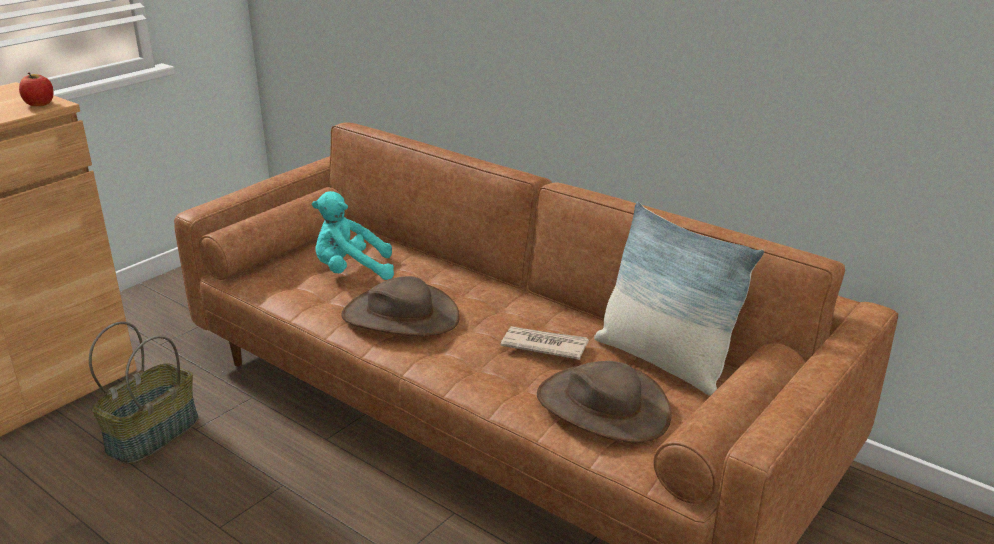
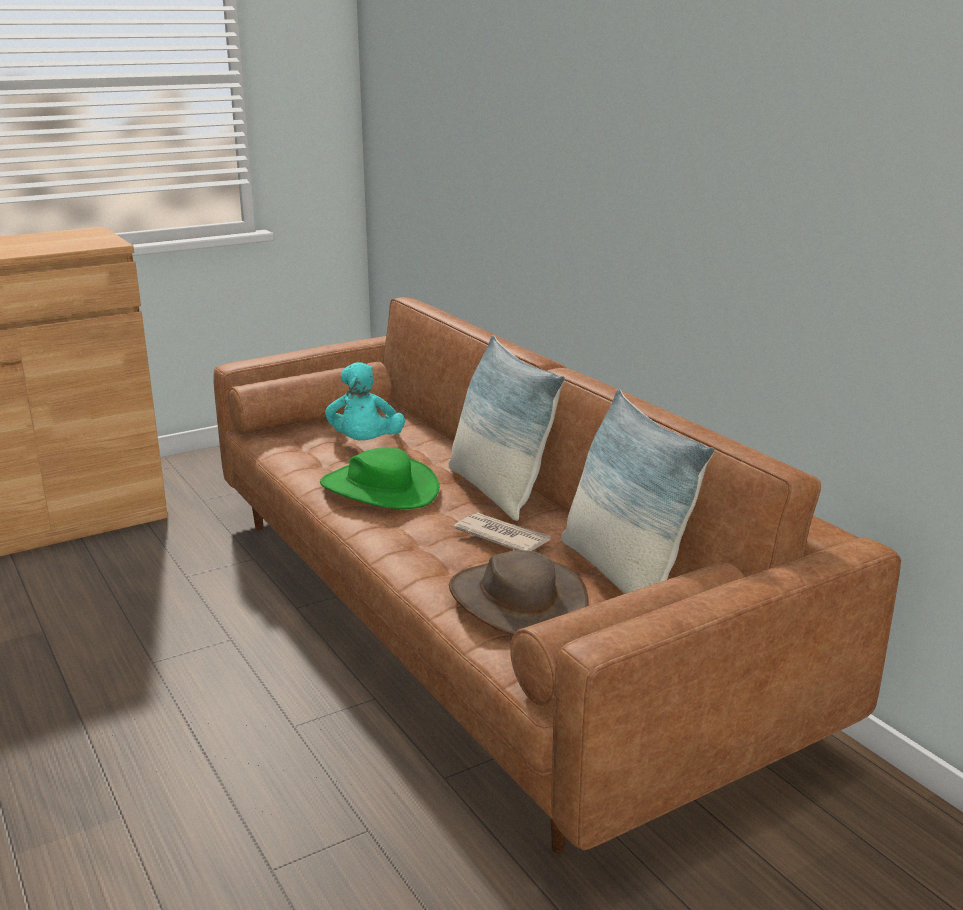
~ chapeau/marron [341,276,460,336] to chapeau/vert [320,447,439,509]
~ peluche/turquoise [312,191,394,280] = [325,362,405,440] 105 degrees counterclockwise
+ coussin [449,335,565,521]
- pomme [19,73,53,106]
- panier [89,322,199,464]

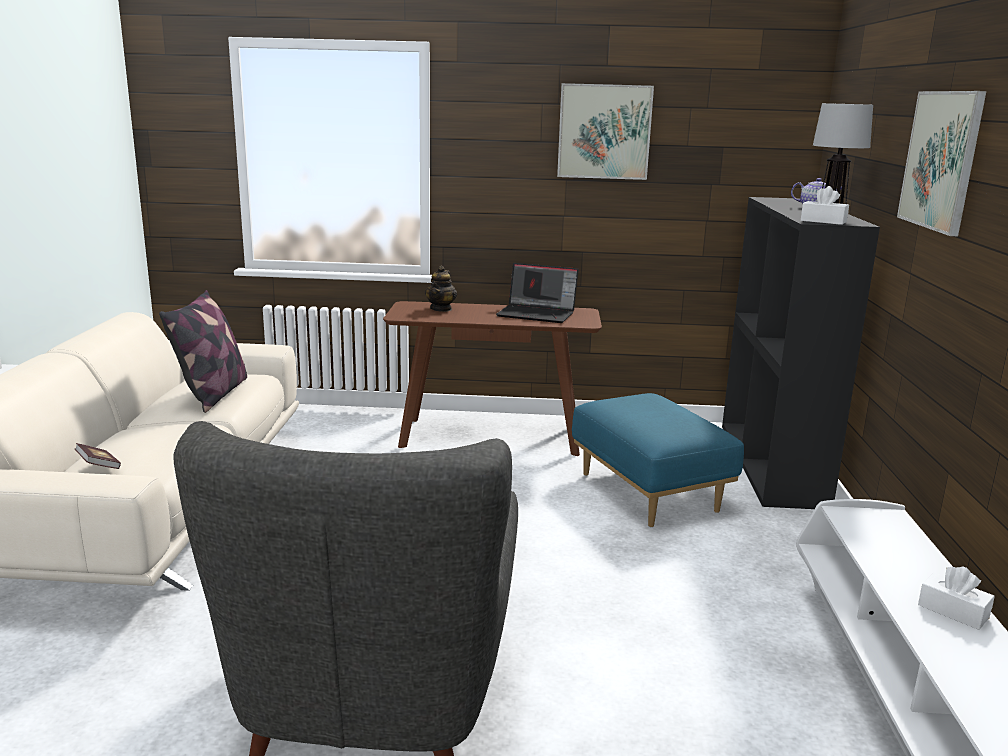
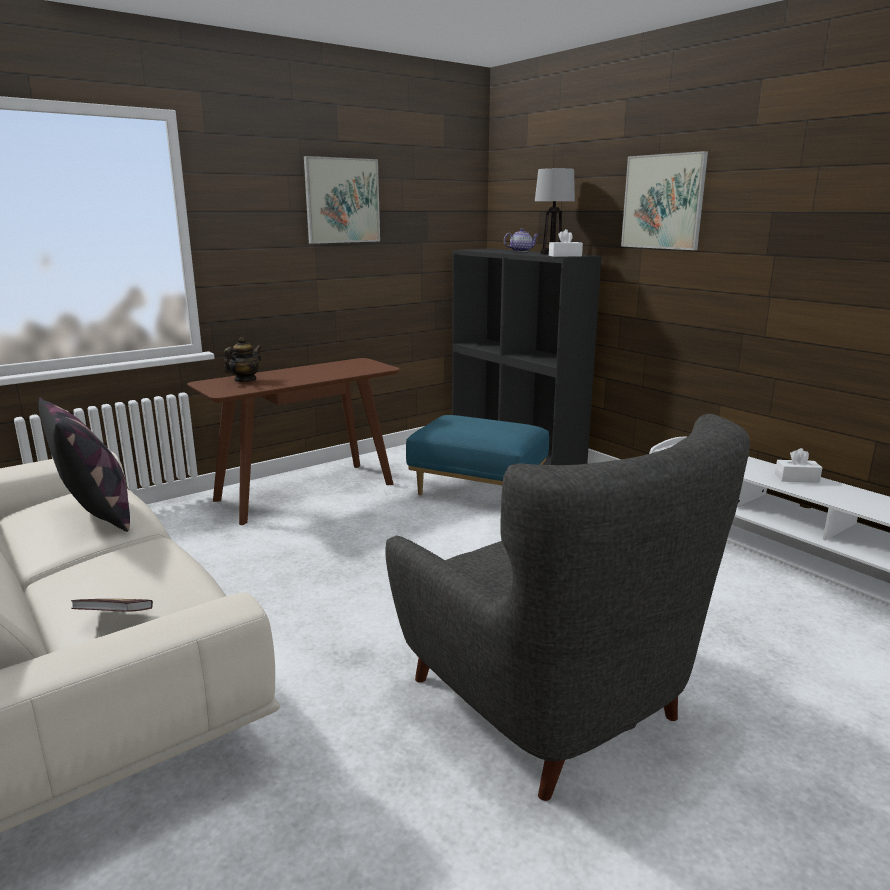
~ théière [425,266,457,312] = [224,337,262,382] 120 degrees counterclockwise
- ordinateur portable [496,263,579,323]

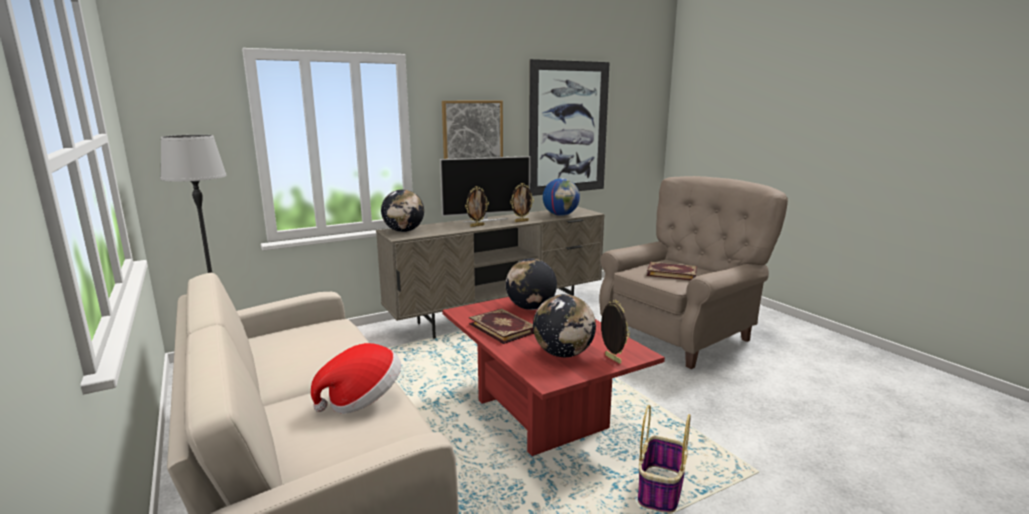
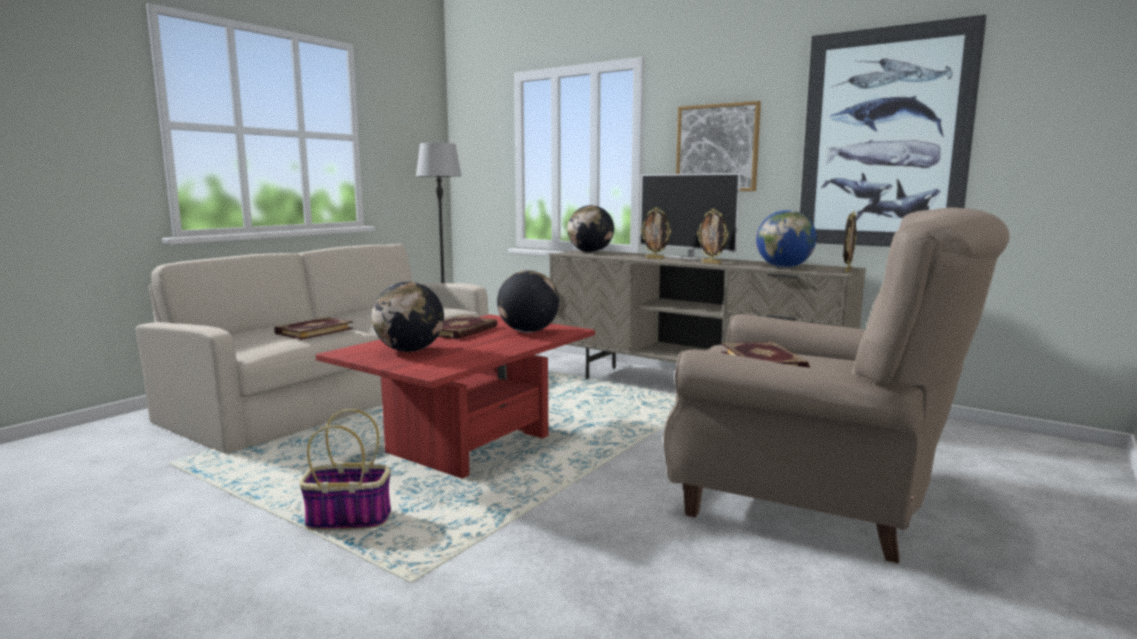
~ chapeau [311,343,401,414] to livre [274,317,354,340]
~ cadre photo [601,300,630,364] to [843,211,857,273]

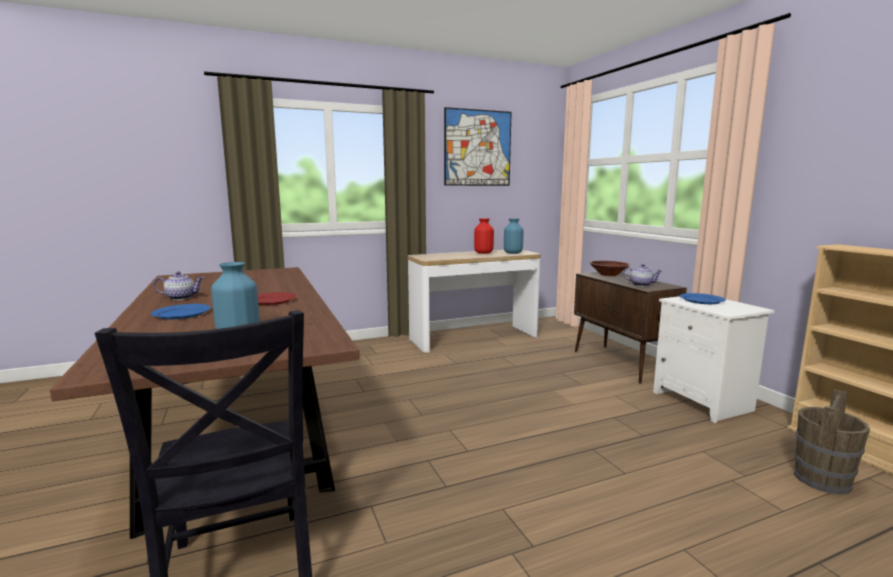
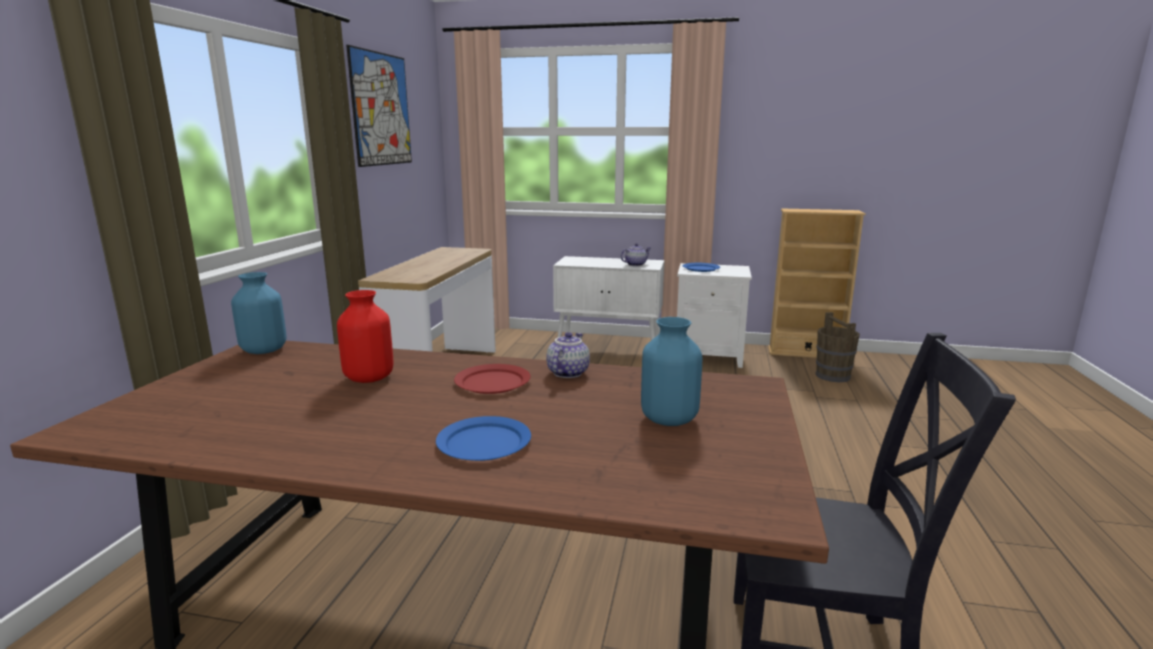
~ vase/bleu [504,218,524,254] to [231,272,286,354]
~ vase/rouge [474,218,494,254] to [337,290,393,383]
~ théière [154,271,204,300] to [546,332,590,378]
~ meuble de rangement/marron [574,272,687,384] to meuble de rangement/blanc [553,256,664,340]
- bol/marron [590,261,630,276]

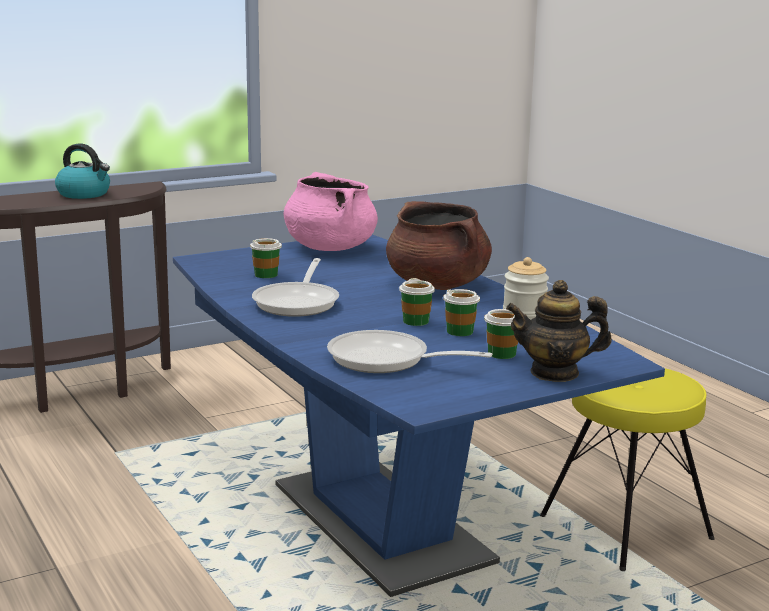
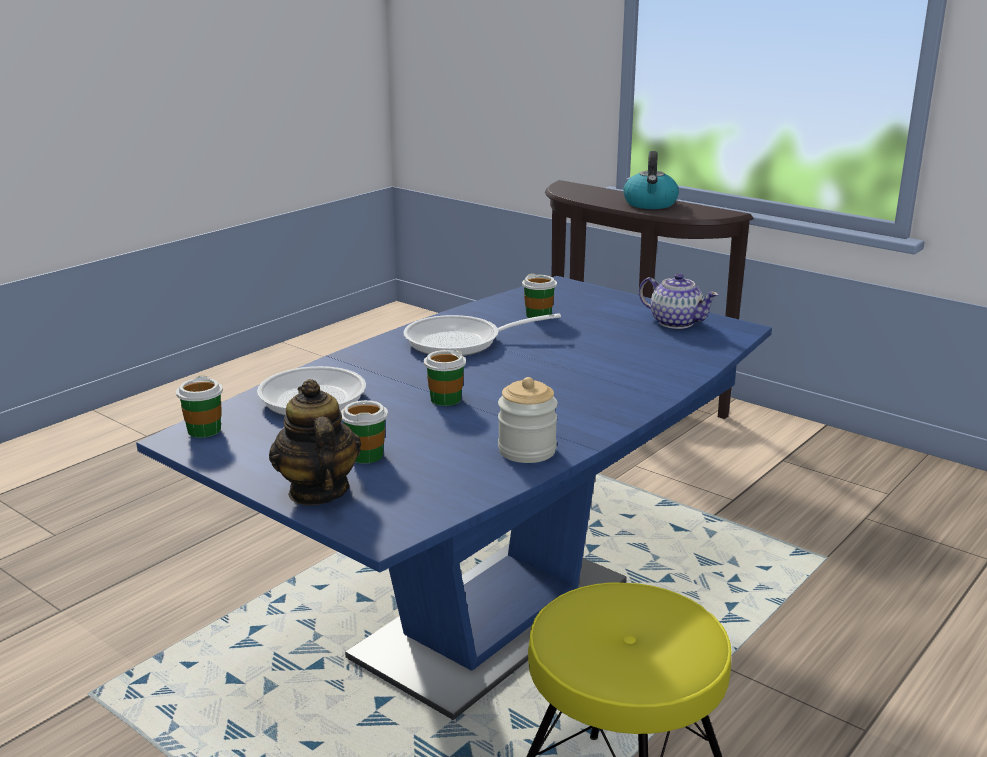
~ tasse [443,289,480,336] to [176,376,223,438]
~ marmite/rose [283,172,378,251] to théière [639,273,719,329]
- marmite/marron [386,201,492,290]

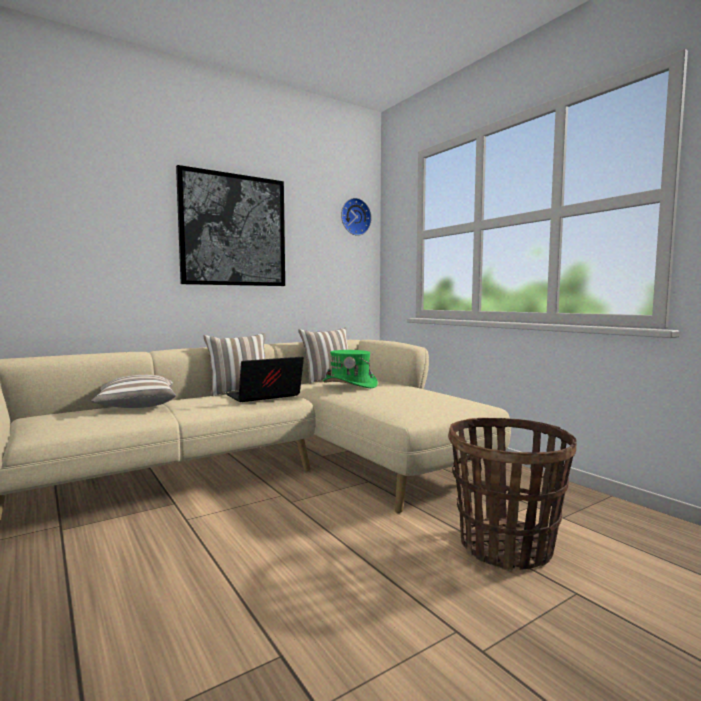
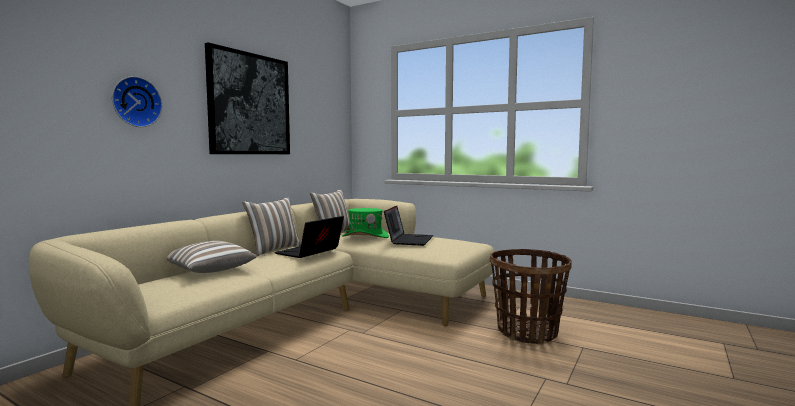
~ horloge murale [341,198,372,236] to [112,76,162,127]
+ ordinateur portable [384,206,433,246]

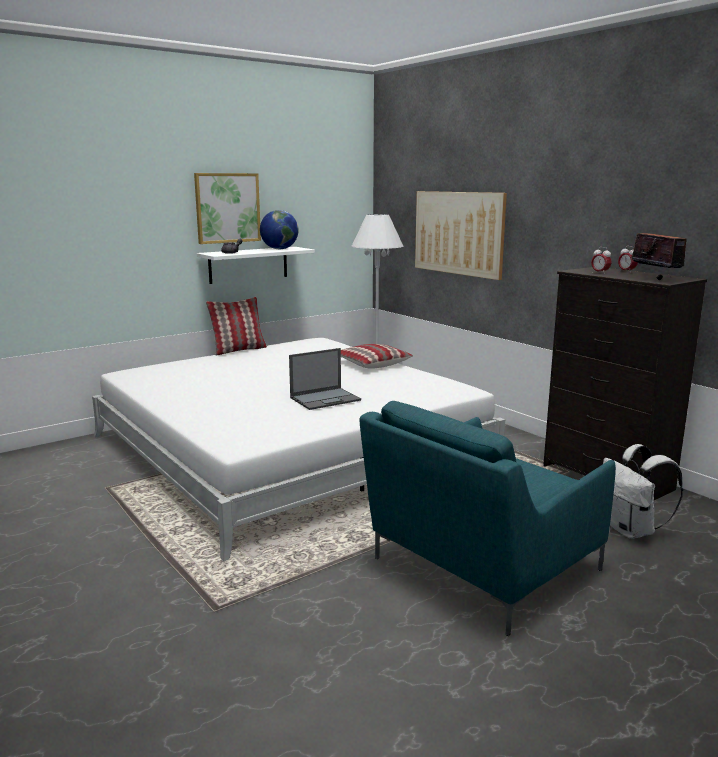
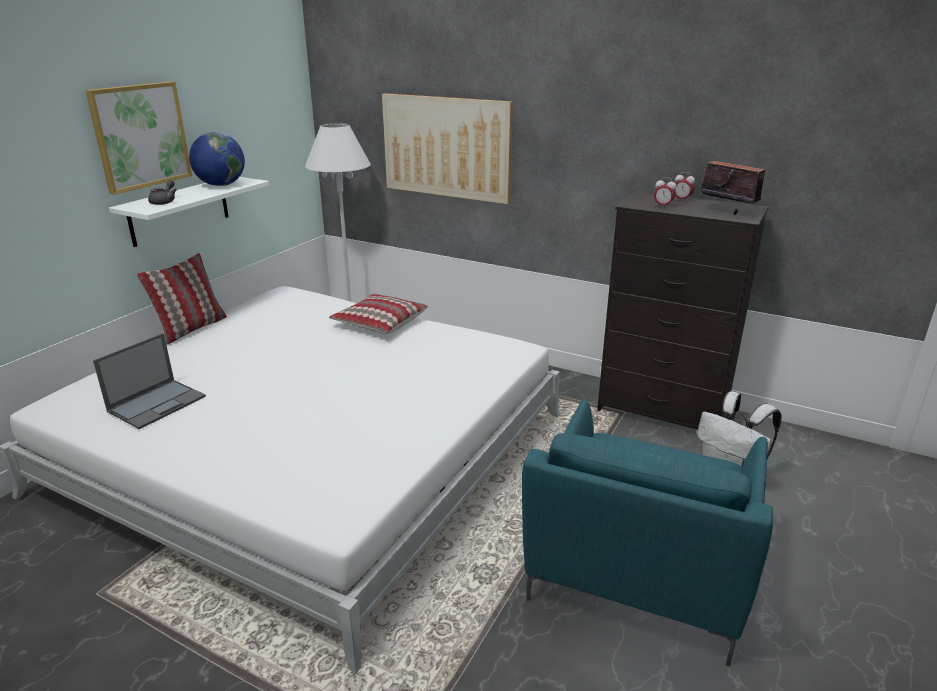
~ ordinateur portable [289,348,361,410] to [93,333,206,429]

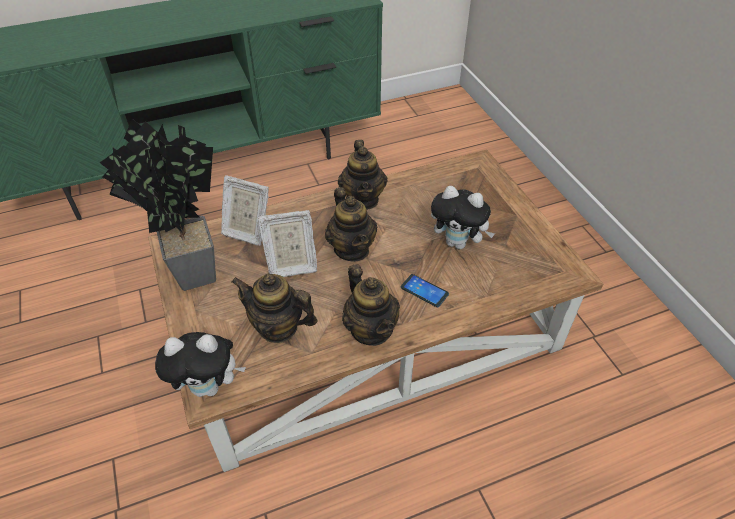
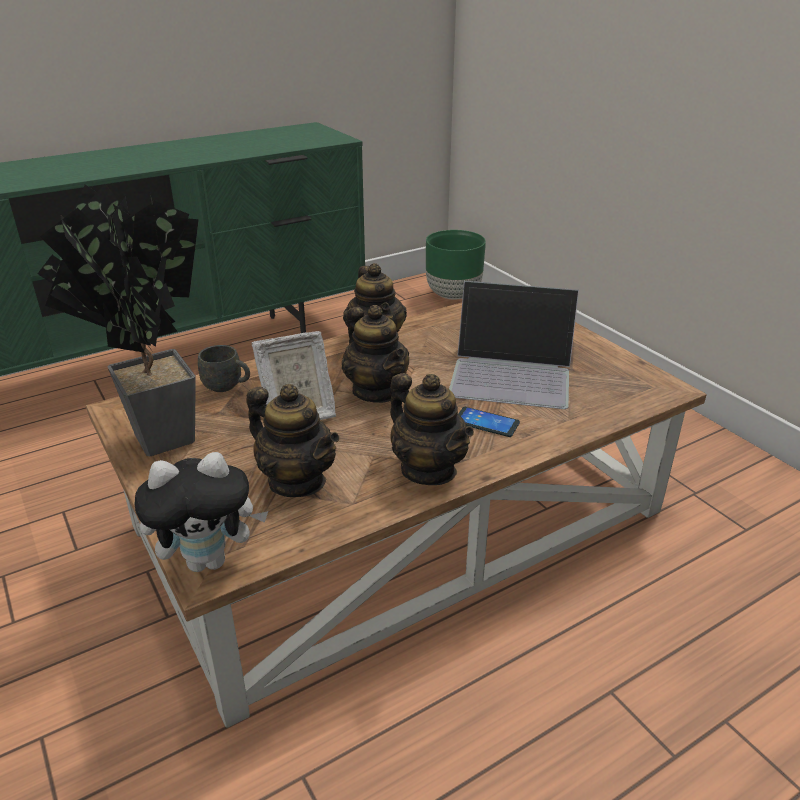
~ cadre photo [221,175,269,245] to mug/gris [198,345,250,392]
~ théière [231,273,318,343] = [246,384,339,497] 150 degrees counterclockwise
+ cache-pot/vert [426,230,486,300]
~ peluche [431,186,495,249] to ordinateur portable [449,281,579,409]

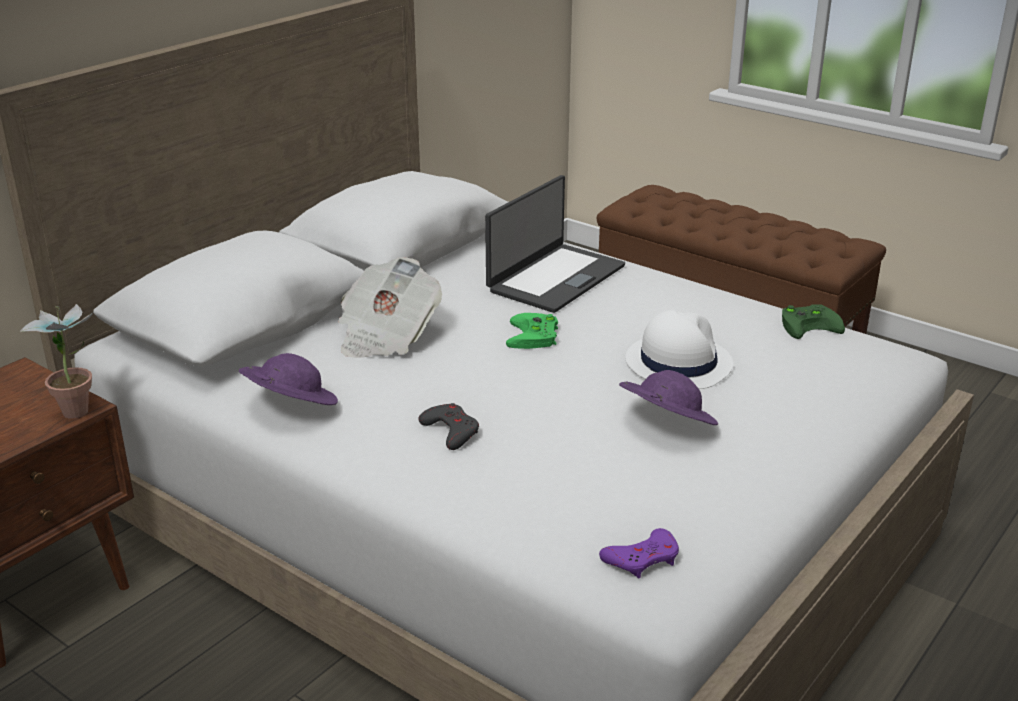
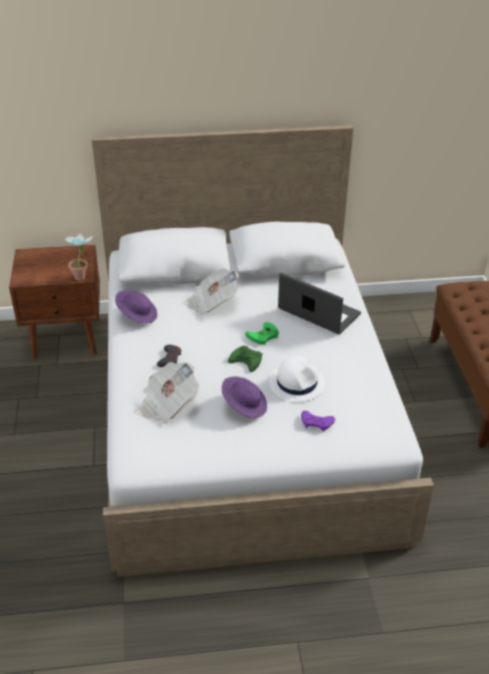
+ journal [137,362,199,424]
~ manette/vert [782,304,845,339] to [228,346,262,372]
~ ordinateur portable [485,175,625,313] = [278,273,361,334] 135 degrees counterclockwise
~ manette/violet [599,528,679,579] to [301,411,335,432]

